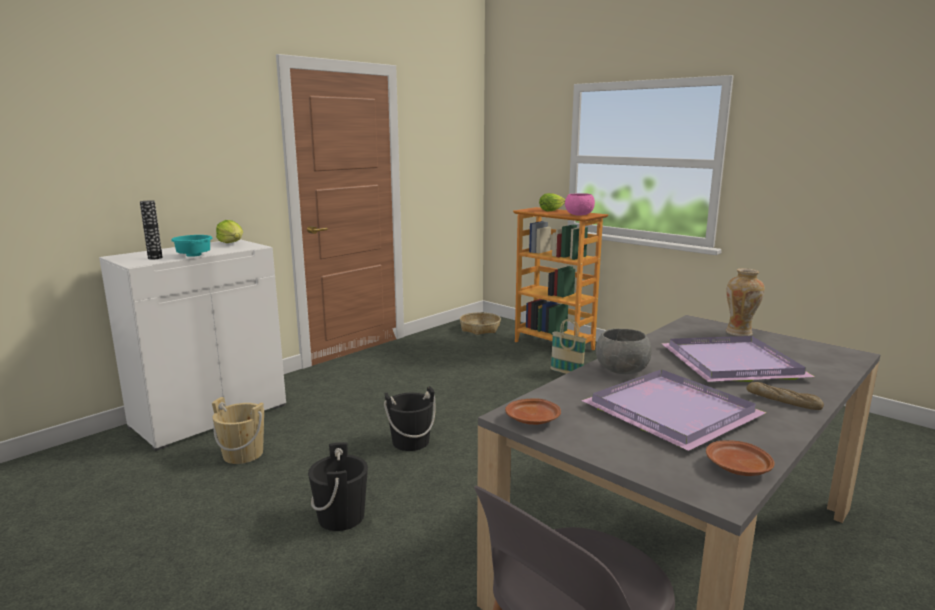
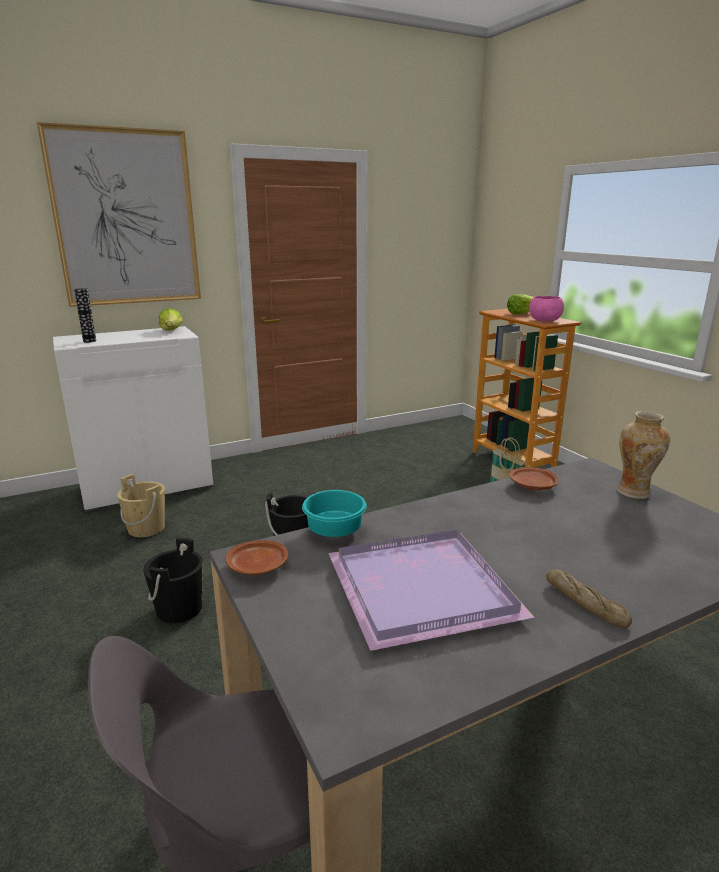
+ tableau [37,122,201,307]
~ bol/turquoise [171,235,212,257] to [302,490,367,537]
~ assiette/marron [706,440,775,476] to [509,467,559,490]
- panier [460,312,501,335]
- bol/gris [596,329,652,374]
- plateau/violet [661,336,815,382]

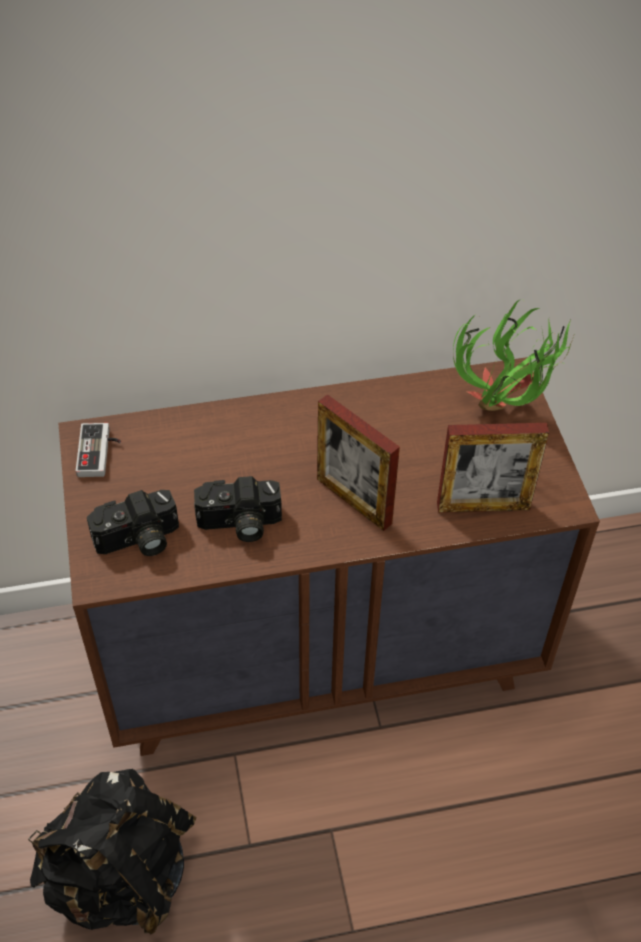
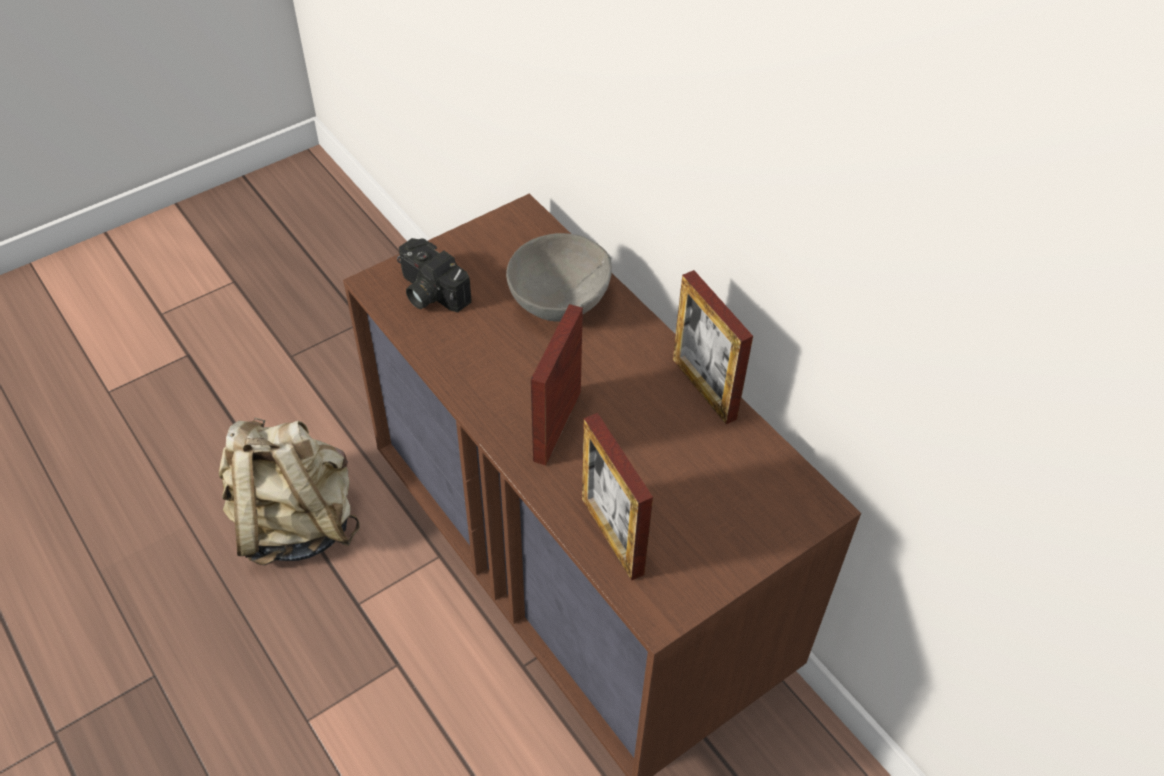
~ sac à dos/noir [28,769,197,934] to sac à dos/beige [219,418,360,566]
+ bol/gris [506,233,612,322]
+ cadre photo [673,270,753,424]
- manette [76,423,121,477]
- appareil photo [194,476,282,542]
- plante en pot [453,299,577,411]

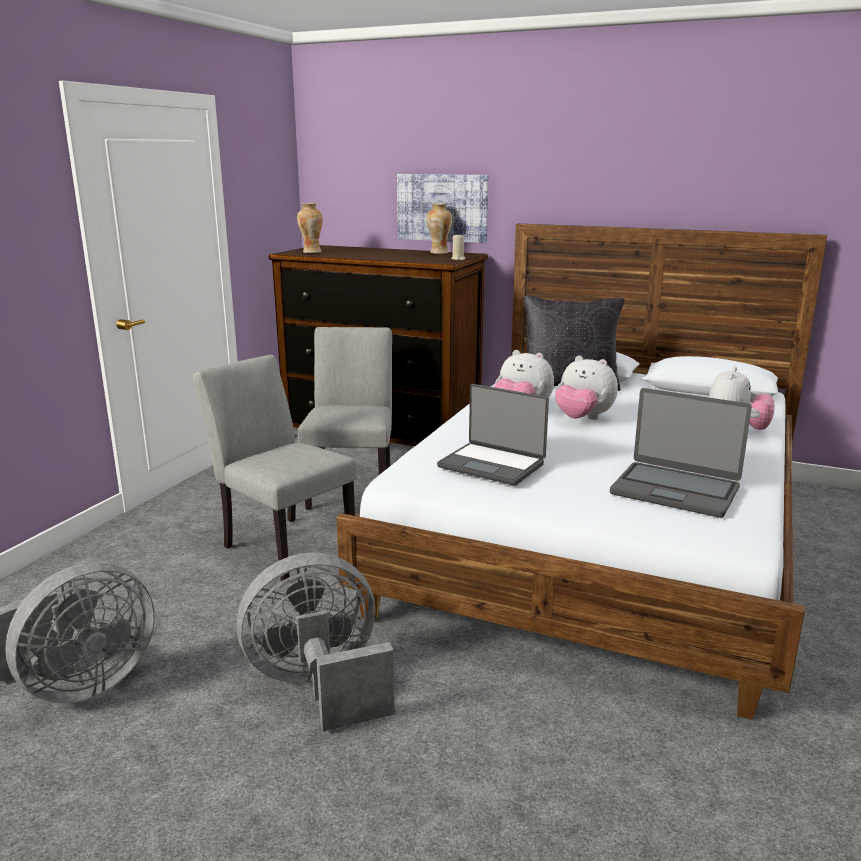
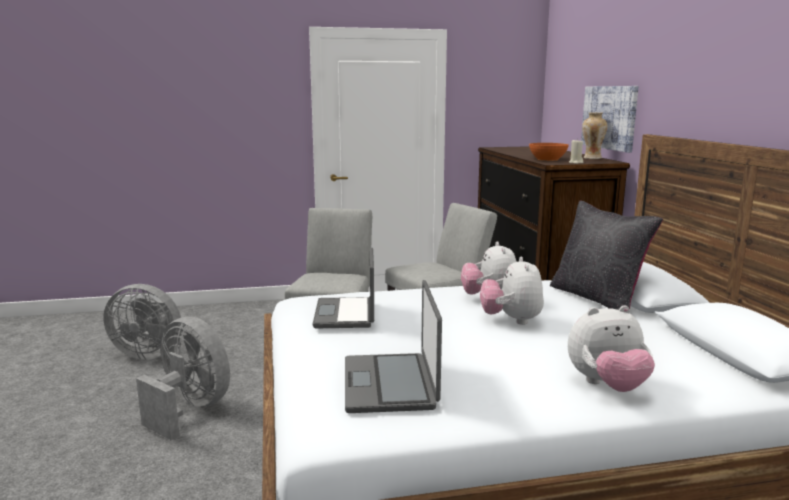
+ bol/orange [529,143,569,161]
- vase [297,203,323,253]

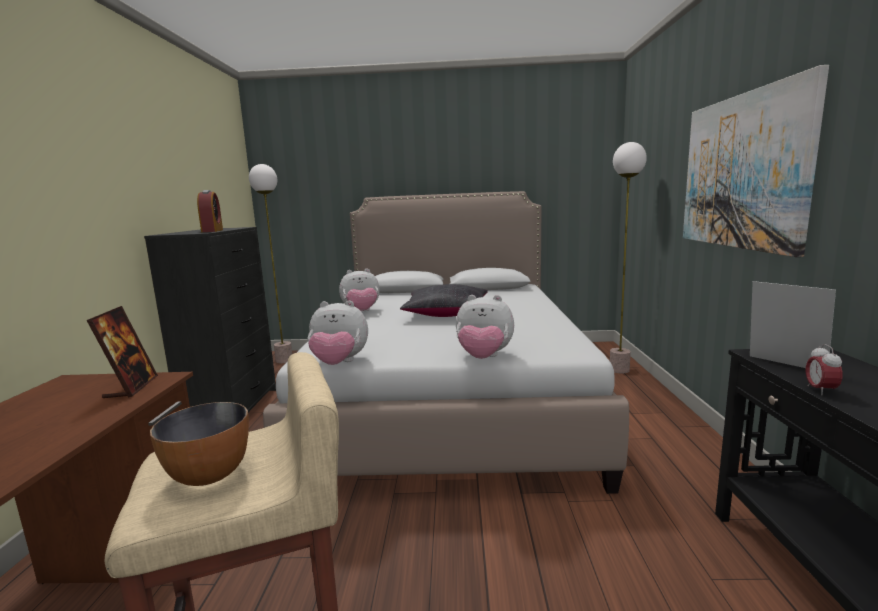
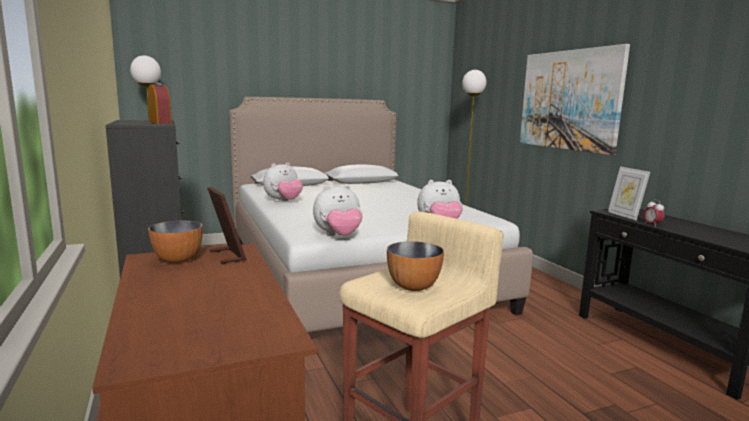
+ bol [148,221,203,263]
~ cadre photo [750,281,836,368] = [608,166,650,221] 135 degrees counterclockwise
- coussin/noir [400,284,488,317]

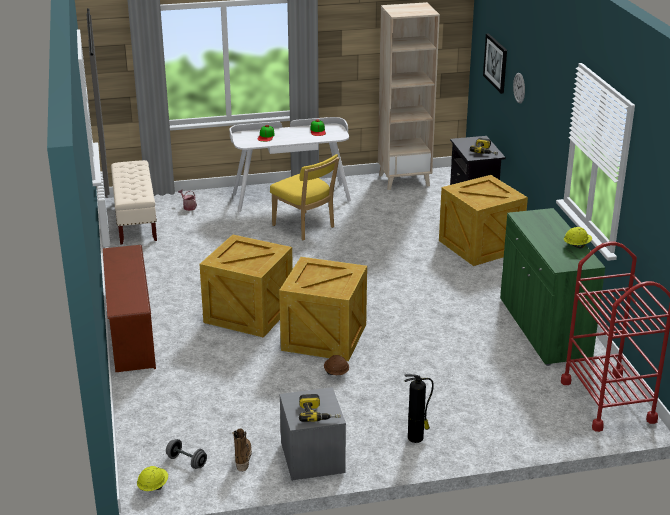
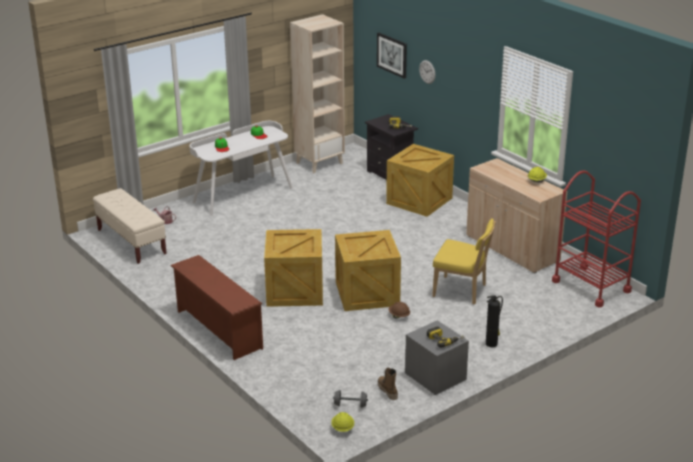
~ chaise/jaune [270,154,339,240] to [432,218,496,305]
~ meuble de rangement/vert [500,208,606,366] to meuble de rangement/beige [466,158,568,274]

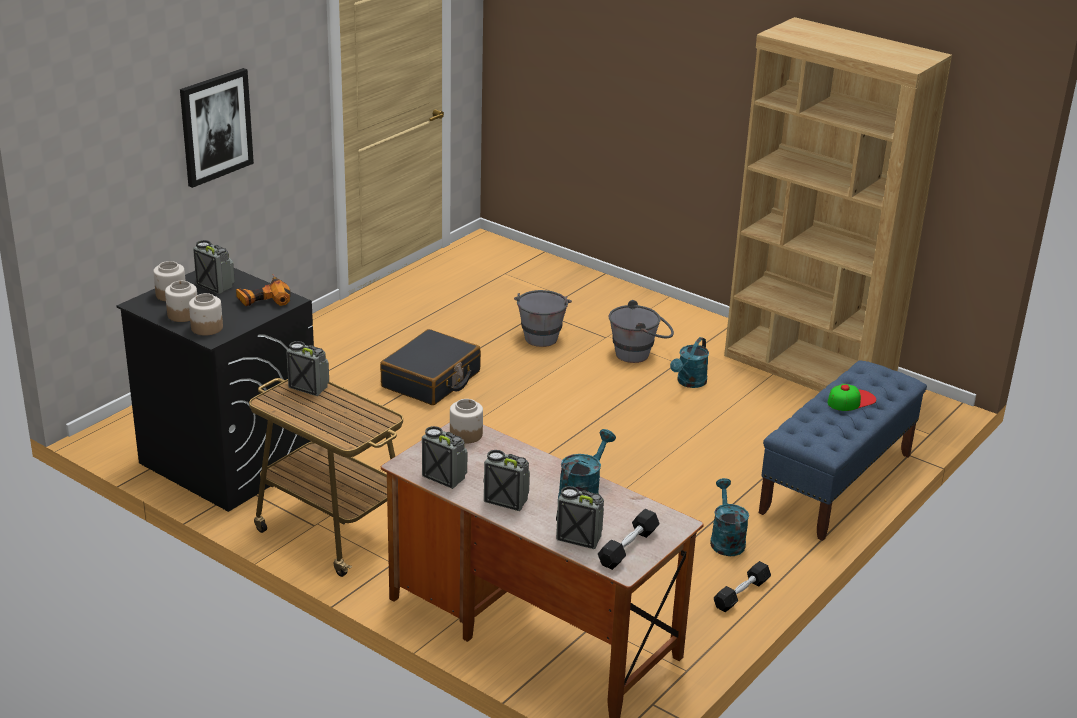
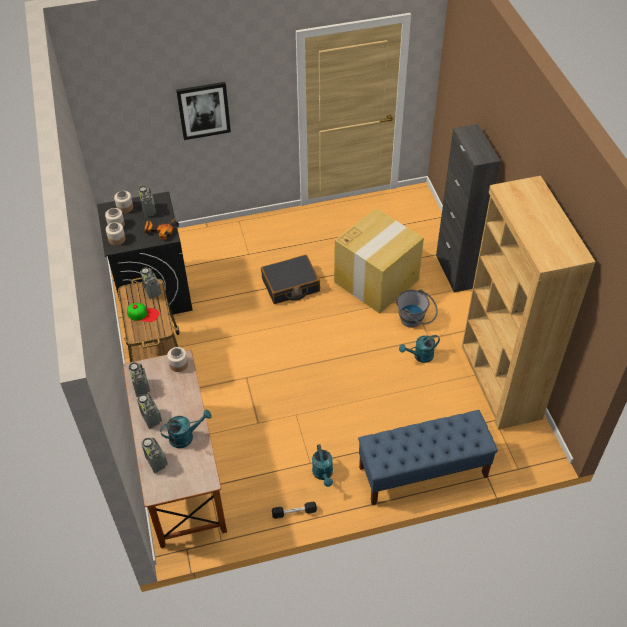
~ casquette [827,384,876,411] to [127,303,159,322]
~ arrosoir/turquoise [710,478,749,556] = [312,444,333,487] 135 degrees clockwise
~ seau/gris [514,290,572,347] to carton [334,208,424,314]
+ meuble de rangement/noir [436,124,500,293]
- haltère/noir [598,509,660,570]

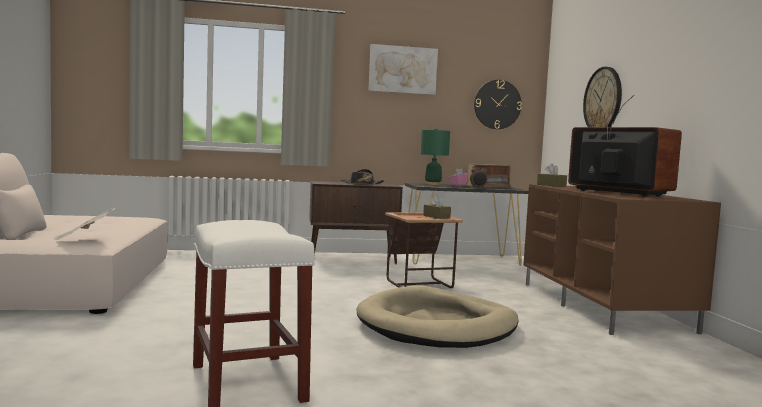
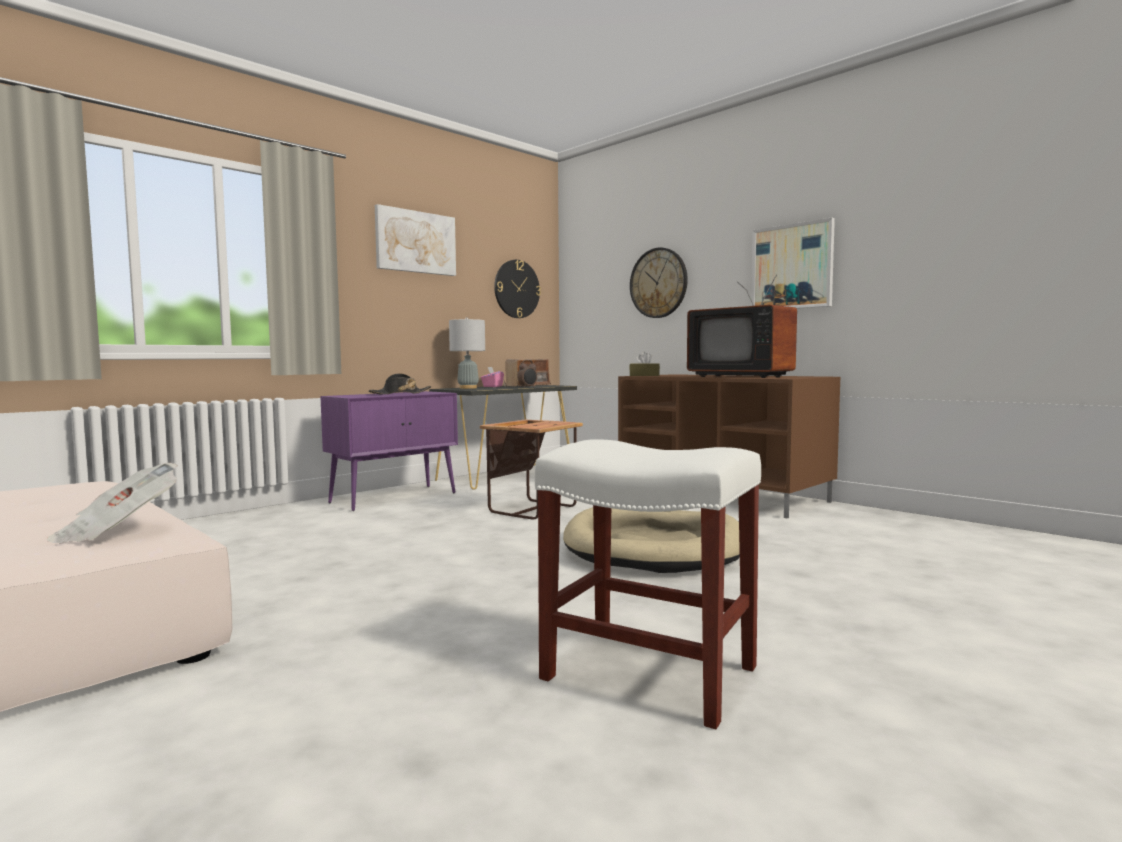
~ meuble de rangement/marron [309,181,403,264] to meuble de rangement/violet [320,391,458,511]
~ lampe de table/vert [421,128,450,185] to lampe de table/gris [449,317,485,389]
~ téléviseur [568,94,682,197] = [687,275,797,378] 150 degrees counterclockwise
+ tableau [751,218,835,309]
- boîte à mouchoirs/marron [423,195,451,219]

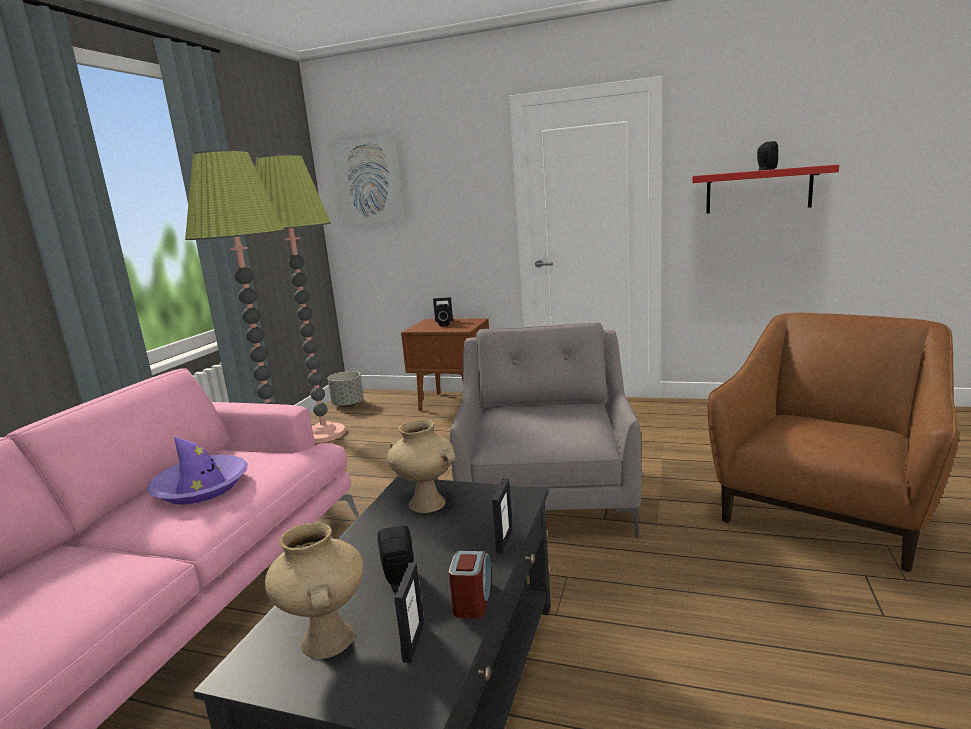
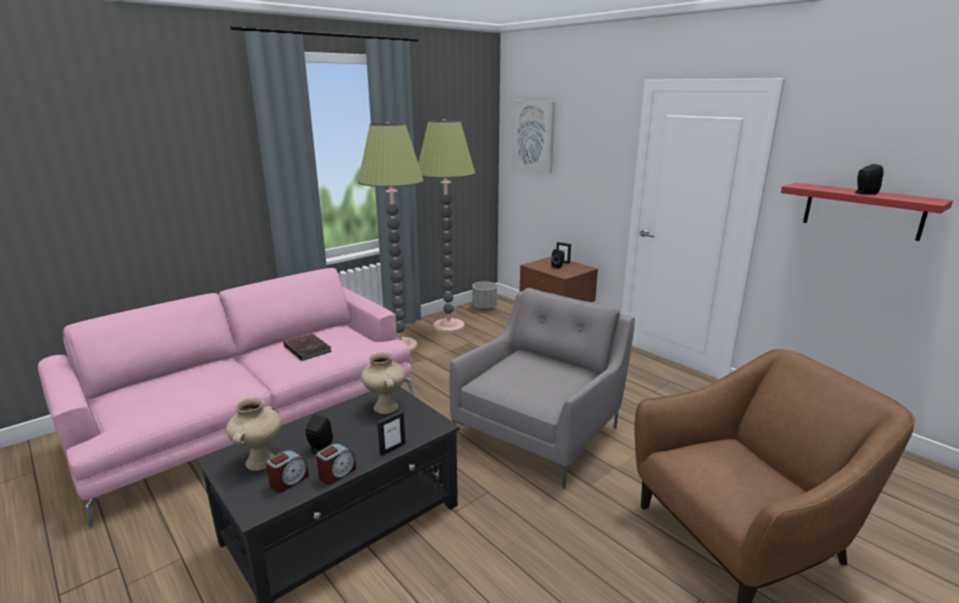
~ cadre photo [394,562,424,663] to réveil [266,450,309,493]
~ chapeau/violet [147,437,248,504] to livre/marron [283,333,332,361]

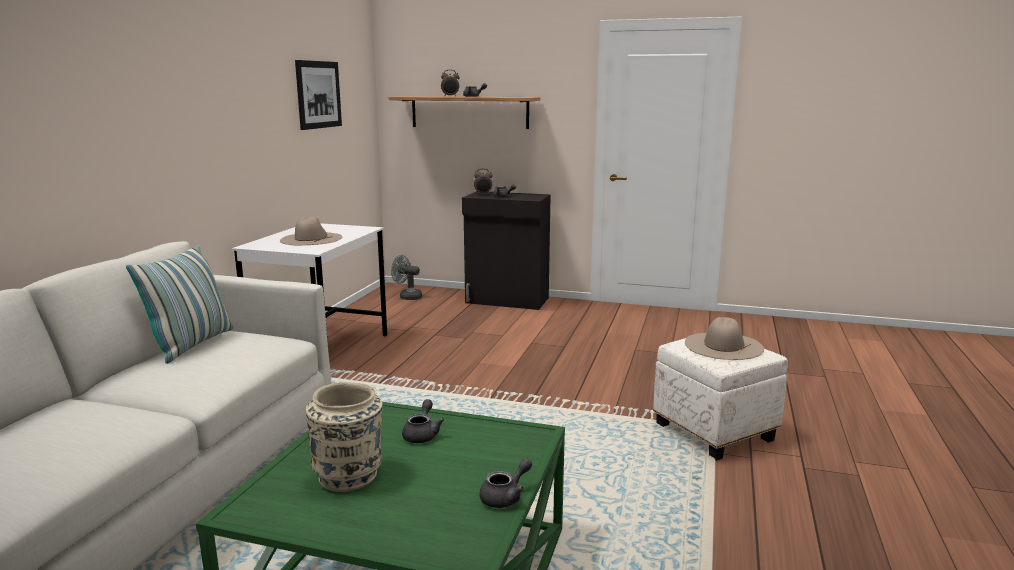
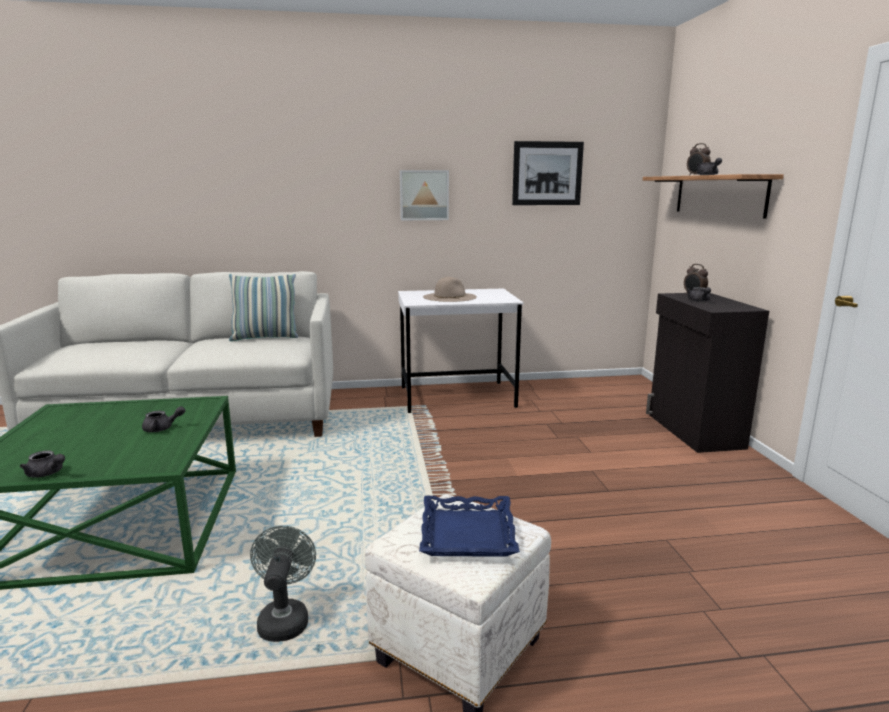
~ ventilateur/gris [391,255,422,300] to [250,526,316,642]
+ tableau [400,170,449,220]
~ chapeau/beige [685,317,764,360] to plateau/bleu [419,496,520,557]
- vase/beige [305,382,383,492]

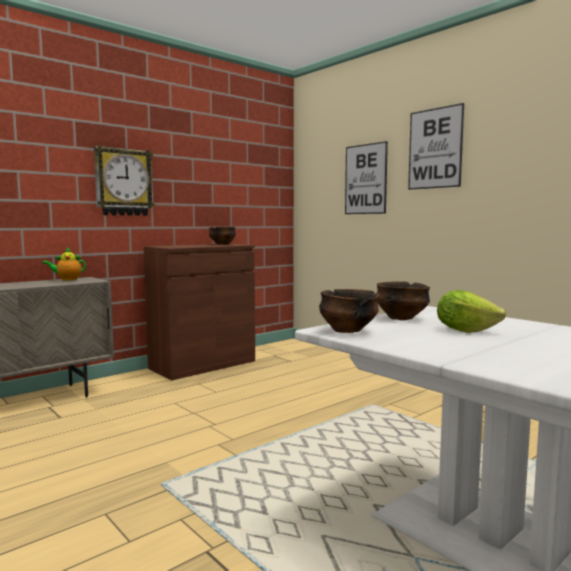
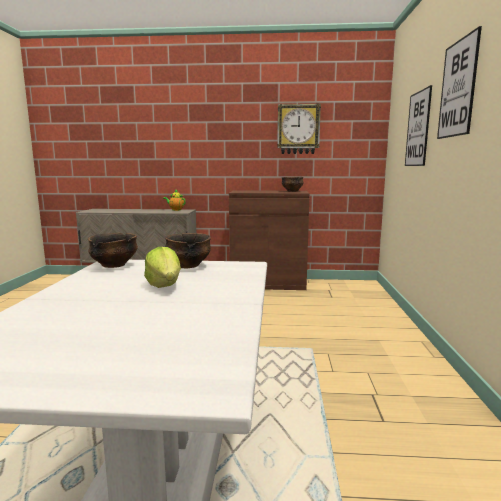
~ horloge murale [94,146,155,216] to [277,104,321,154]

